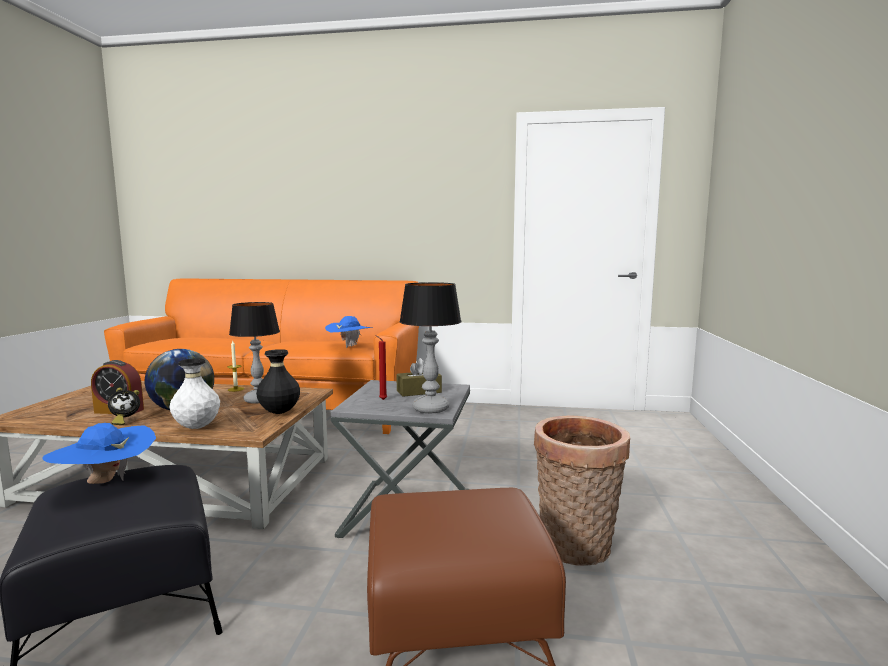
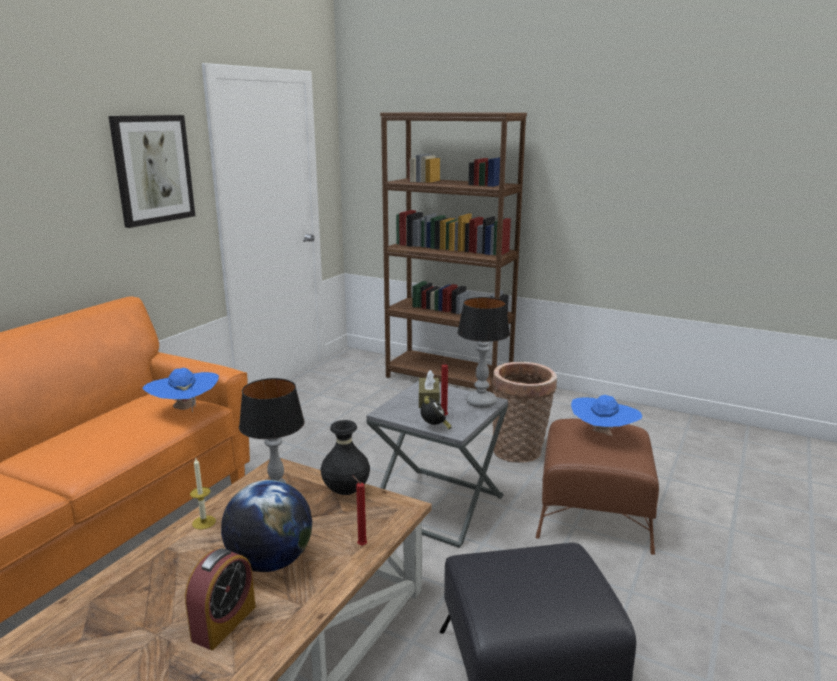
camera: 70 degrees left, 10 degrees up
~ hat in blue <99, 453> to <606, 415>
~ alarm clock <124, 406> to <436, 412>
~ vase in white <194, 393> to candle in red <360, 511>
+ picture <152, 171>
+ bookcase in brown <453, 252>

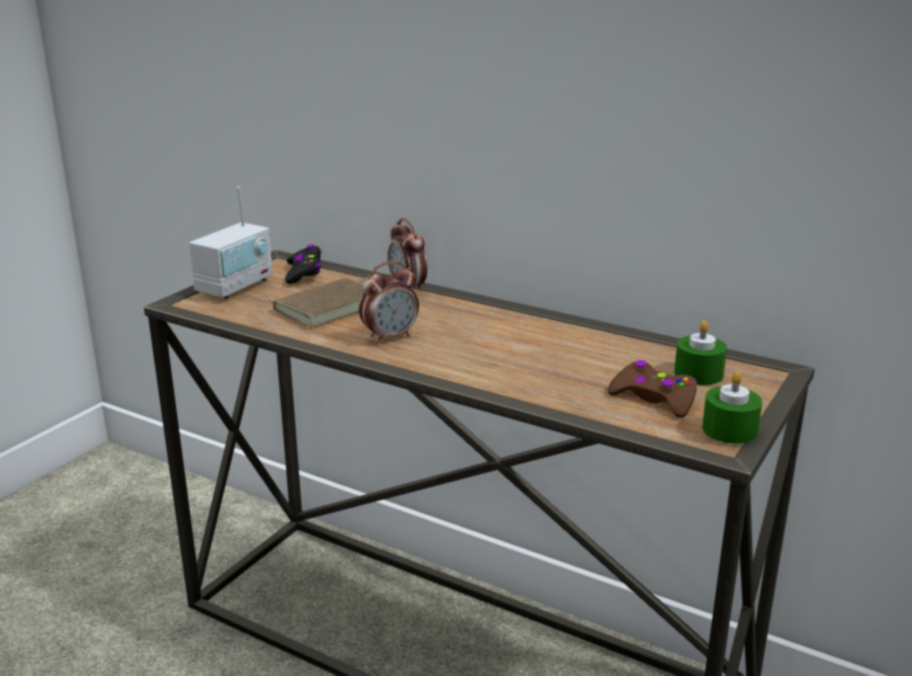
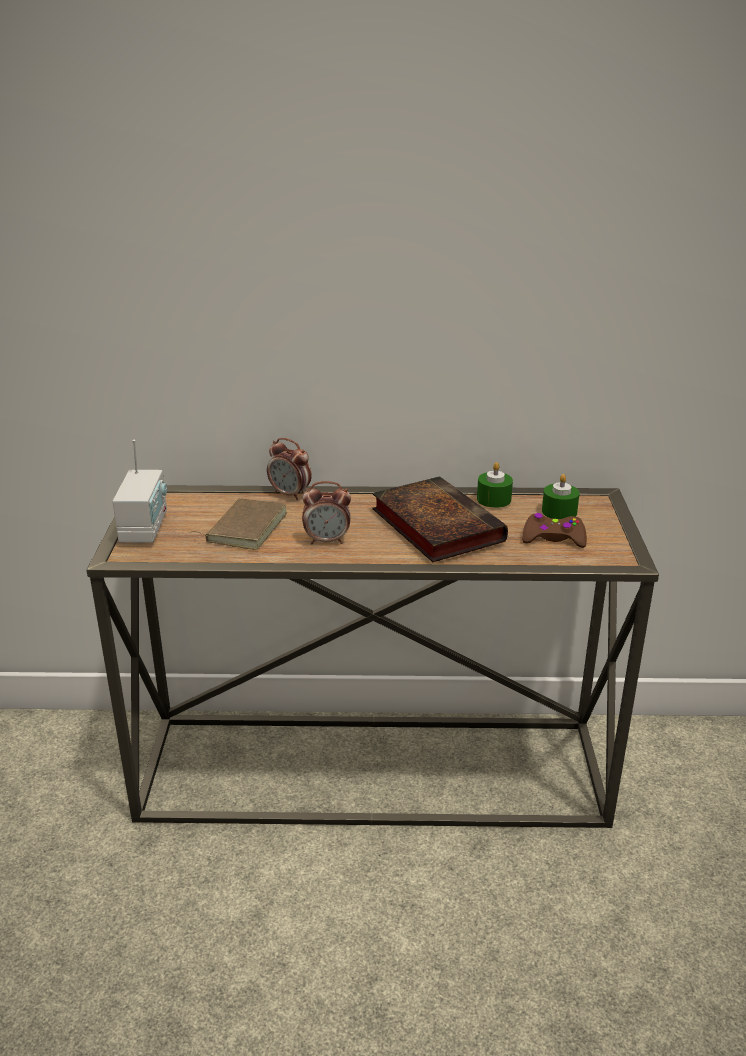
camera: 30 degrees left, 5 degrees up
- game controller in black <303, 264>
~ alarm clock <389, 302> = <326, 512> 60 degrees clockwise
~ candle in green <732, 407> to <495, 485>
+ book <440, 519>

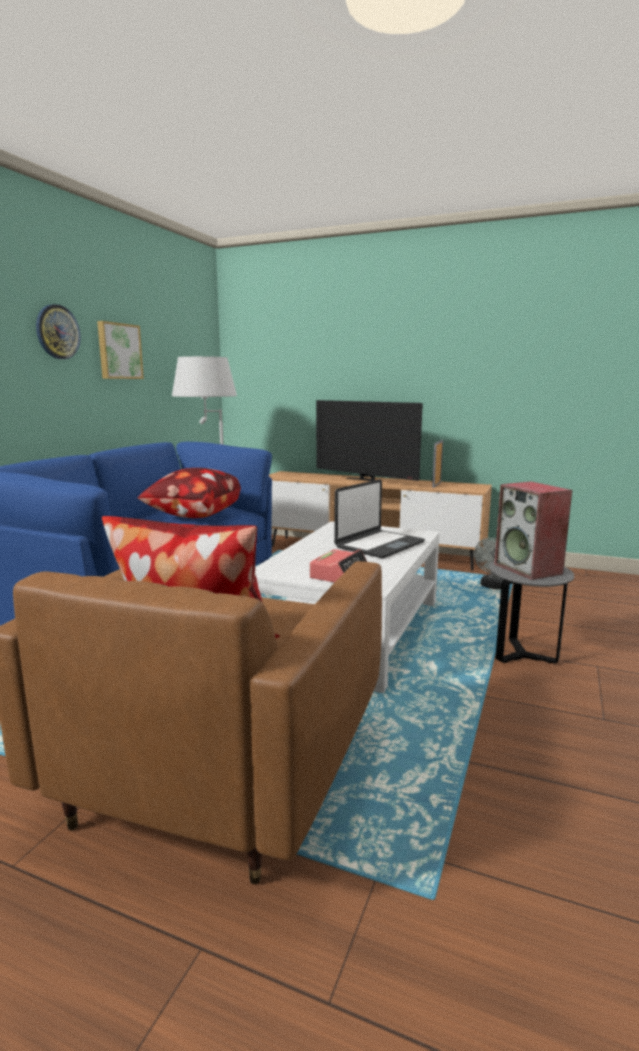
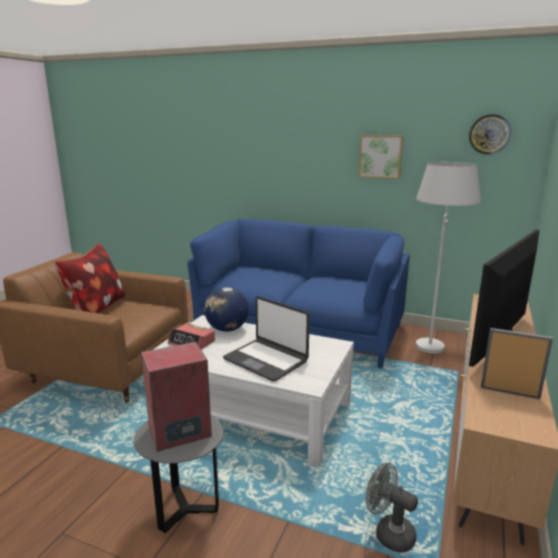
camera: 90 degrees right, 5 degrees up
~ wall clock <58, 331> to <490, 134>
- pillow <189, 493>
+ globe <226, 309>

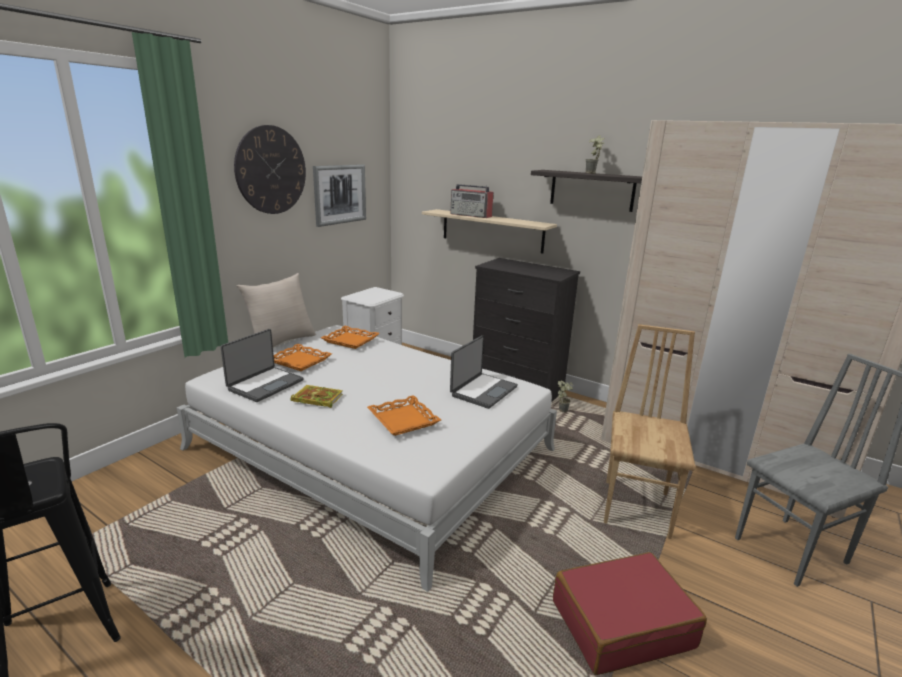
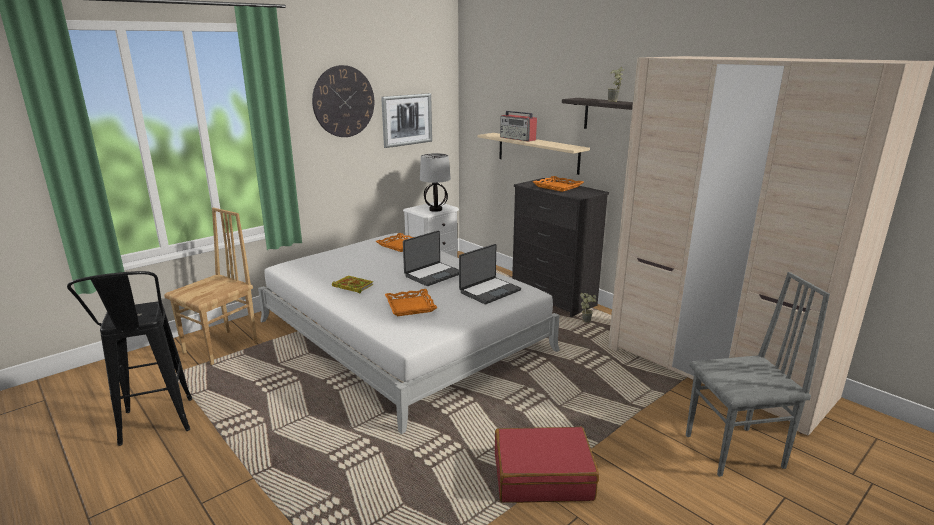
camera: 15 degrees right, 0 degrees up
~ laptop <262, 365> to <431, 258>
- pillow in beige <276, 310>
~ tray in orange <303, 357> to <558, 184>
~ chair in brown <650, 431> to <210, 286>
+ table lamp <435, 182>

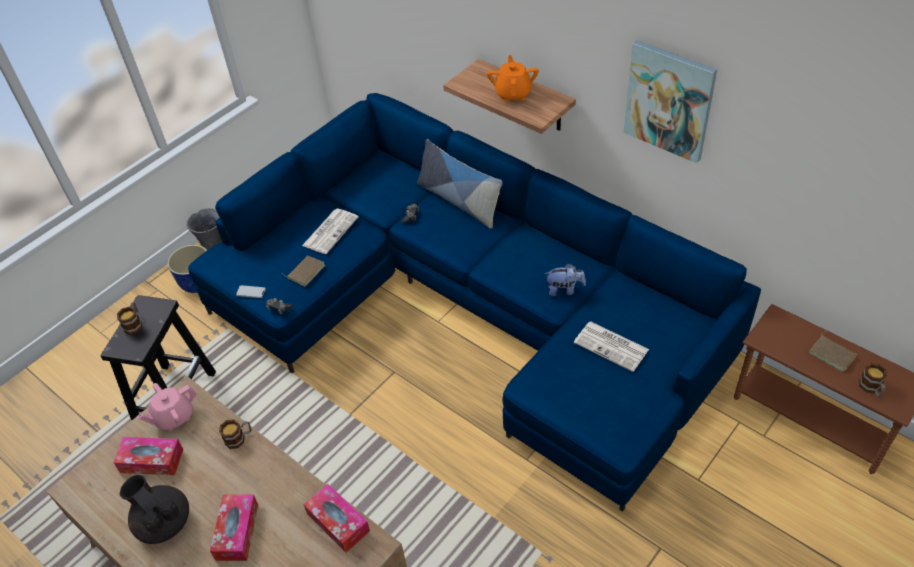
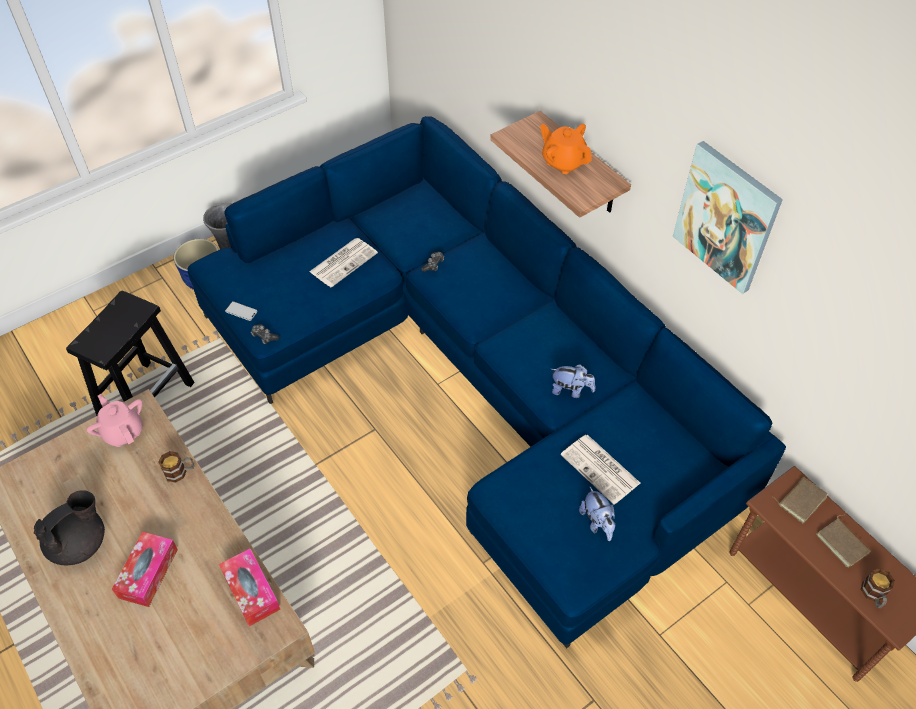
camera: 10 degrees right, 5 degrees up
- tissue box <148, 456>
- mug <129, 318>
~ teapot in black <154, 509> = <69, 527> 75 degrees clockwise
~ teapot in pink <167, 407> = <114, 420> 75 degrees clockwise
~ book in brown <304, 271> to <800, 500>
- pillow <459, 184>
~ teapot in orange <513, 78> = <566, 149> 60 degrees counterclockwise
+ plush toy <597, 514>

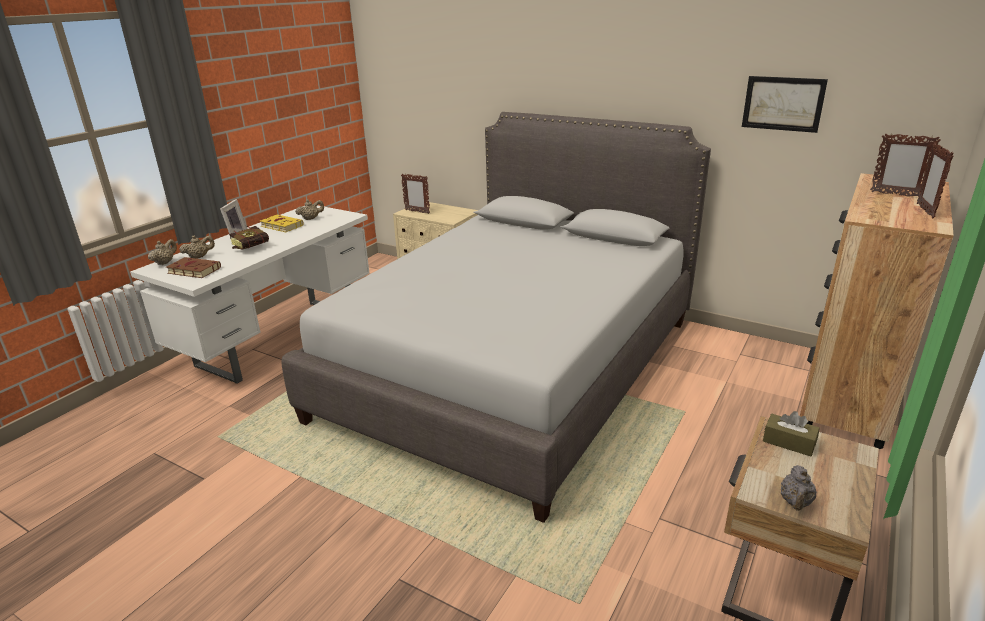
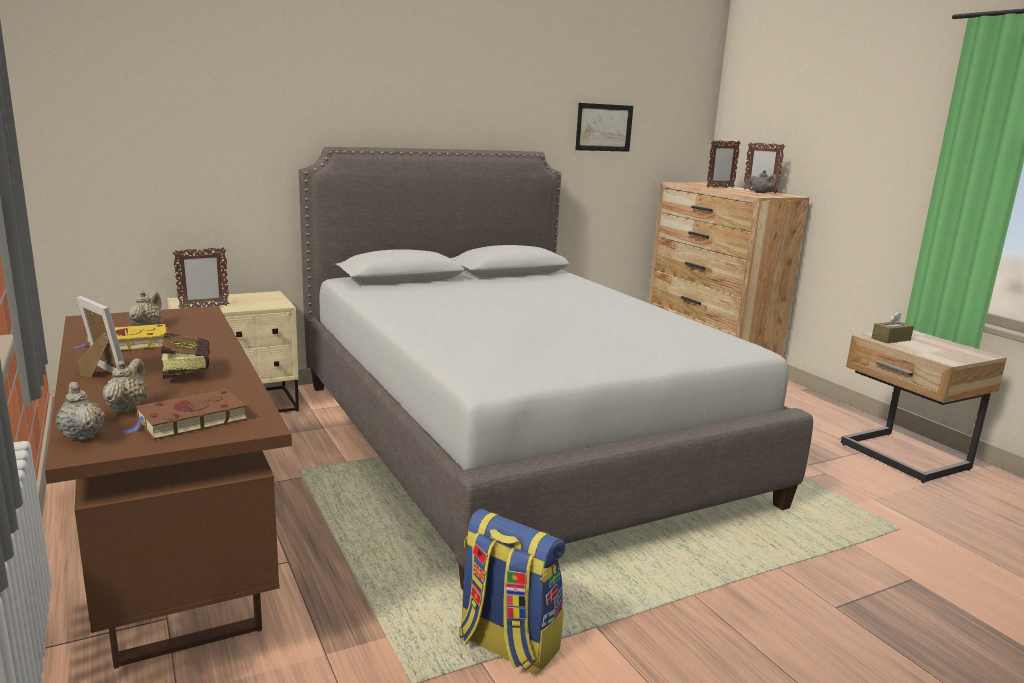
camera: 60 degrees left, 10 degrees down
~ desk in white <250, 294> to desk in brown <168, 487>
~ teapot in grey <798, 488> to <762, 181>
+ backpack <512, 592>

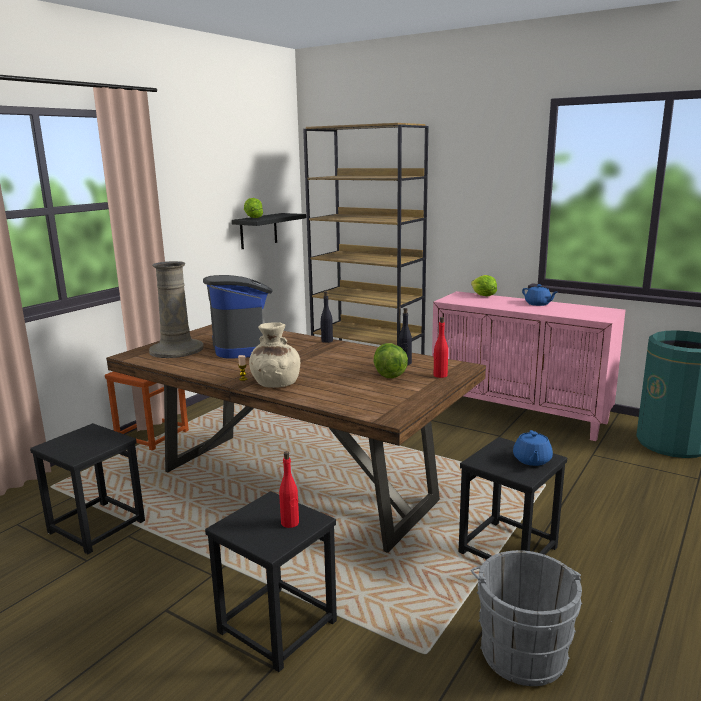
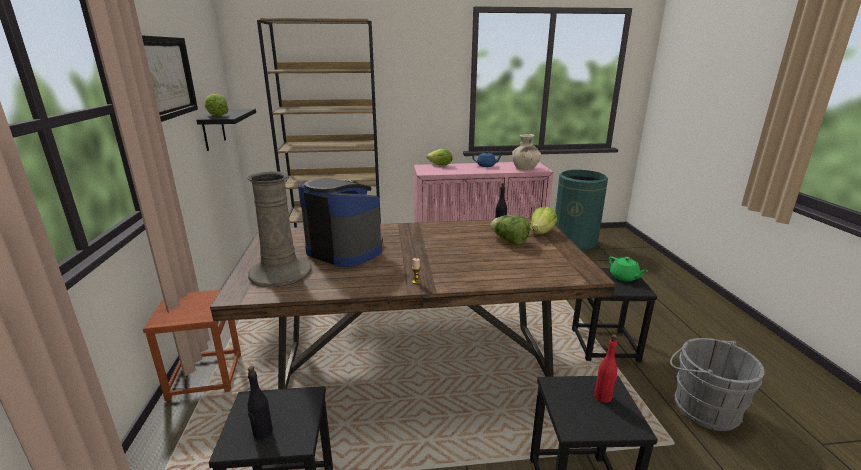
camera: 40 degrees left, 5 degrees up
~ vase in beige <274, 355> to <527, 151>
~ bottle in black <326, 317> to <260, 403>
~ bottle in red <440, 347> to lettuce <543, 220>
~ teapot in blue <533, 448> to teapot in green <628, 268>
+ picture <170, 79>

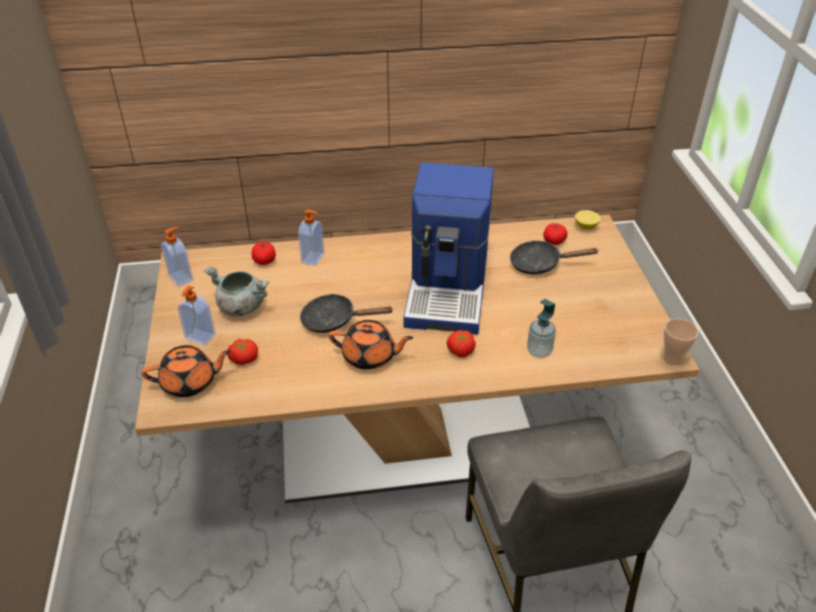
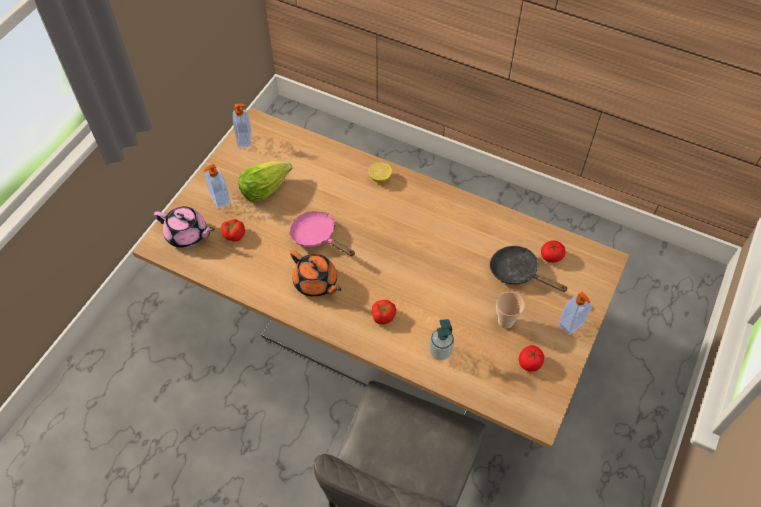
camera: 35 degrees right, 15 degrees up
~ teapot in orange <186, 371> to teapot in pink <184, 227>
~ cooking pot in grey <236, 292> to lettuce <265, 181>
~ tomato <263, 253> to <531, 358>
~ soap dispenser <311, 238> to <575, 313>
~ frying pan in black <347, 313> to frying pan in pink <322, 234>
- coffee machine <448, 248>
~ lemon <587, 220> to <380, 172>
~ cup <681, 342> to <510, 310>

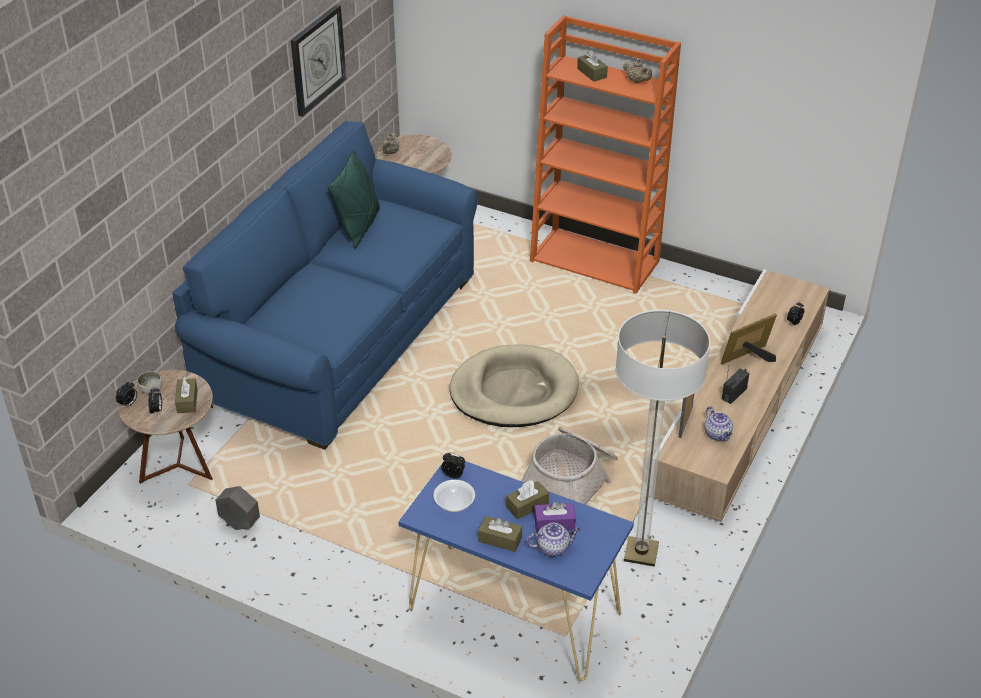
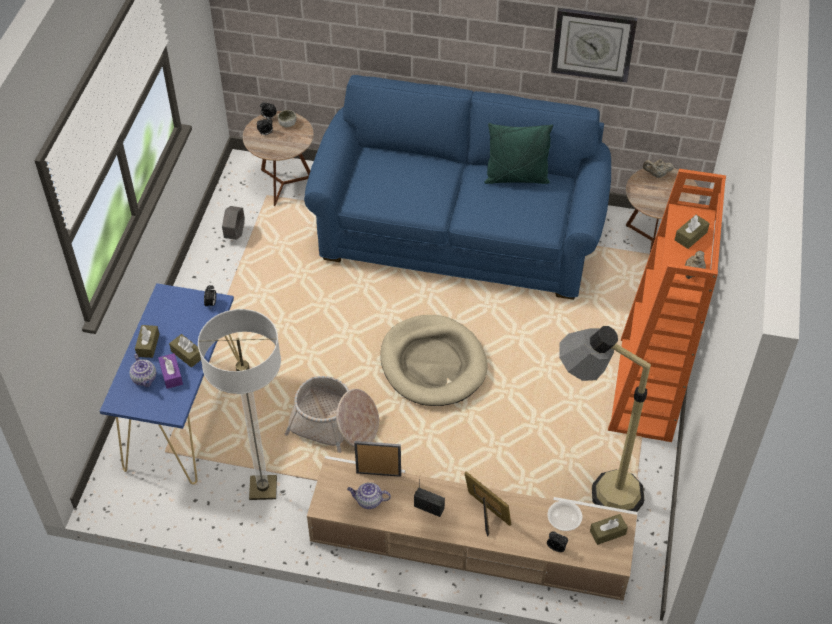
camera: 75 degrees right, 10 degrees up
~ tissue box in brown <186, 395> to <609, 529>
~ bowl <454, 496> to <565, 515>
~ teapot <718, 424> = <369, 495> 45 degrees clockwise
+ floor lamp <605, 419>

